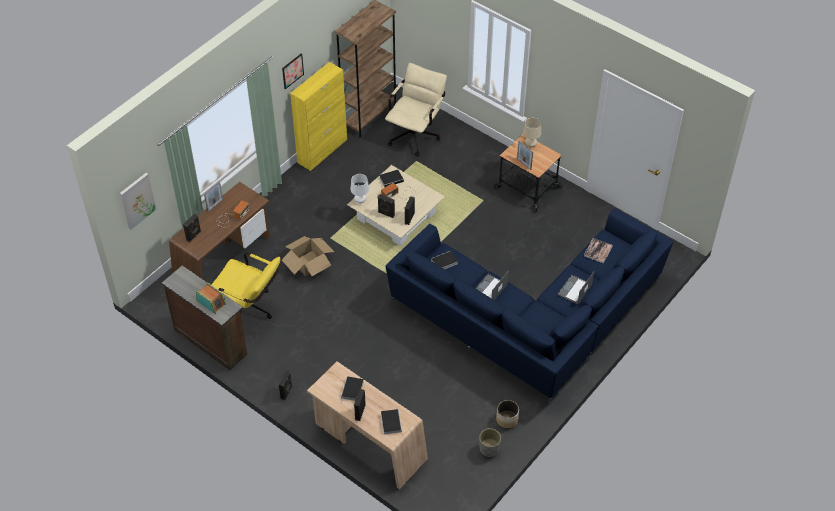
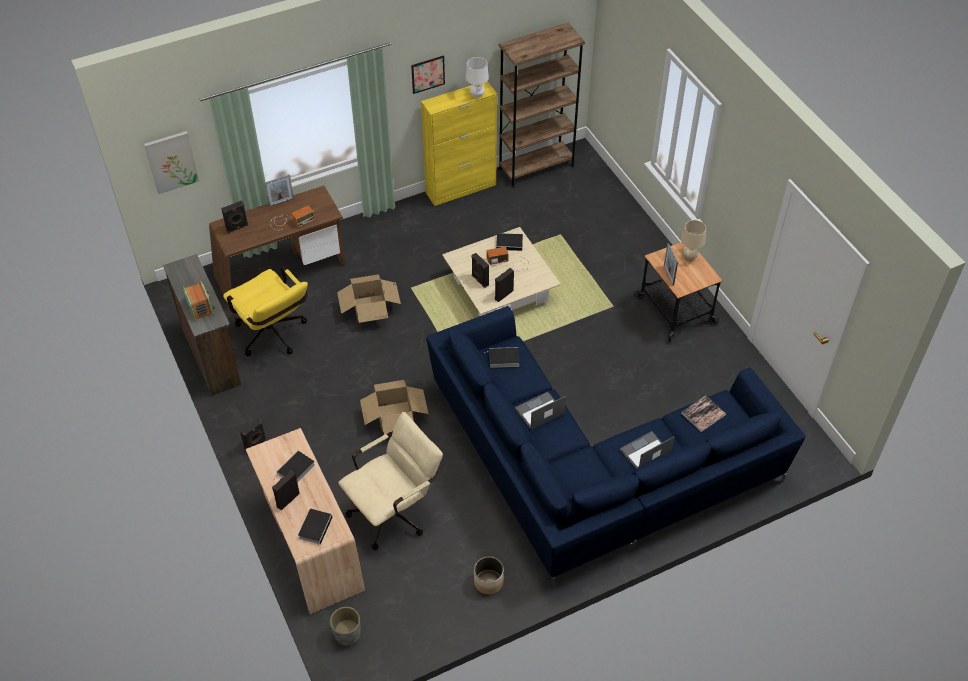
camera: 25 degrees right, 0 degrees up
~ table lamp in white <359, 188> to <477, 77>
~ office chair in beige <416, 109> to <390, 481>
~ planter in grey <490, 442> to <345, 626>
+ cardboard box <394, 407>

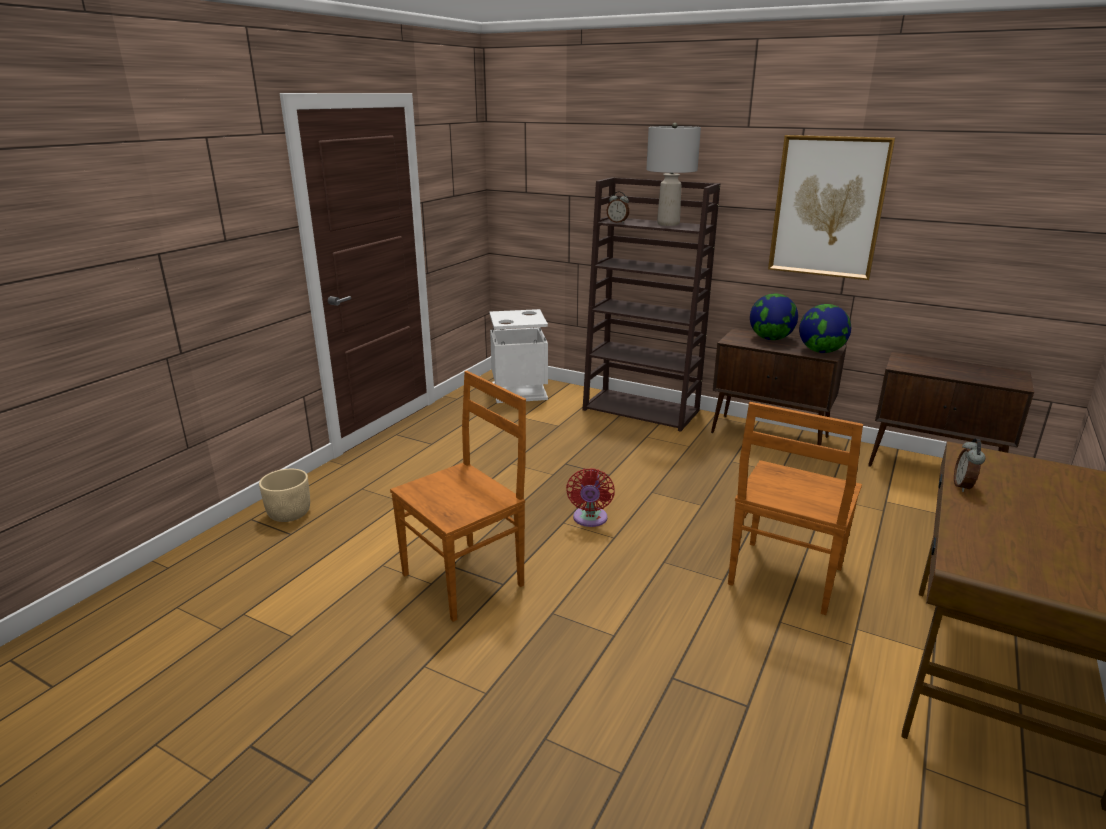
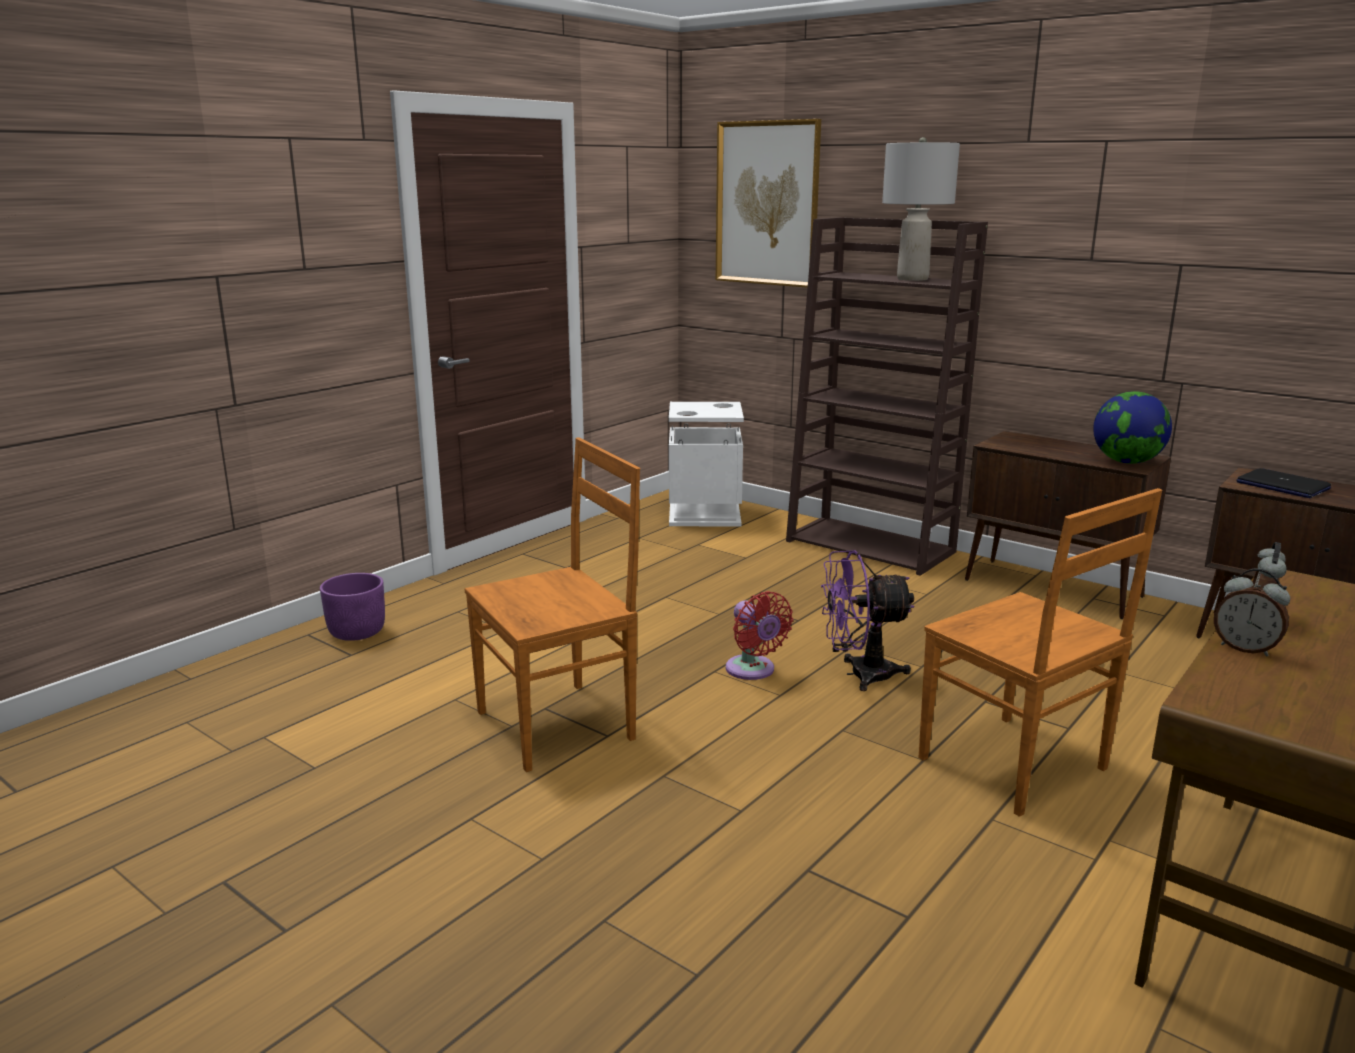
camera: 10 degrees right, 5 degrees down
~ planter in beige <284, 495> to planter in purple <352, 607>
~ fan in red <590, 497> = <759, 635> 45 degrees counterclockwise
~ alarm clock <618, 207> to <1252, 612>
~ chair in brown <795, 508> = <1040, 652> 75 degrees counterclockwise
- globe <774, 316>
~ picture <831, 207> to <768, 203>
+ fan in purple <868, 620>
+ laptop <1283, 483>

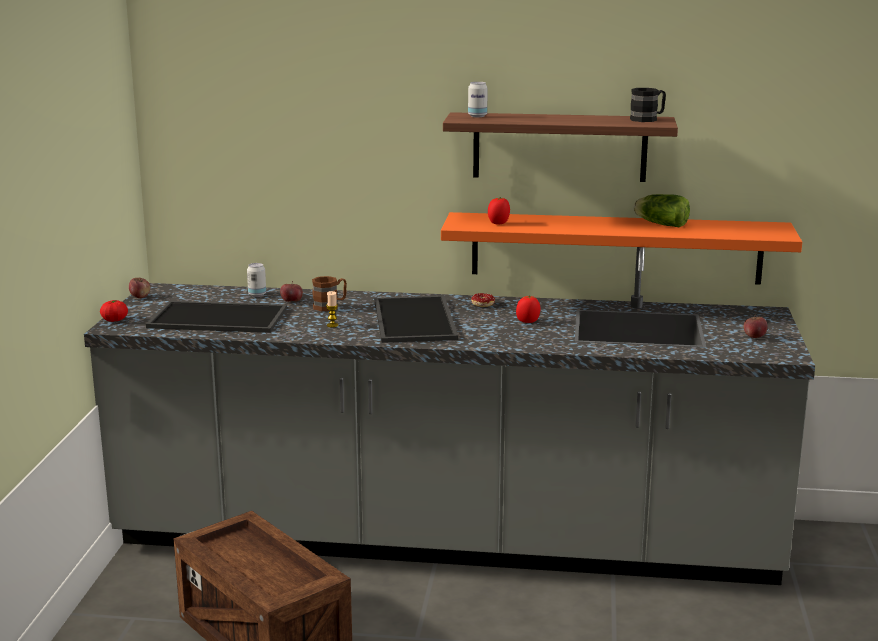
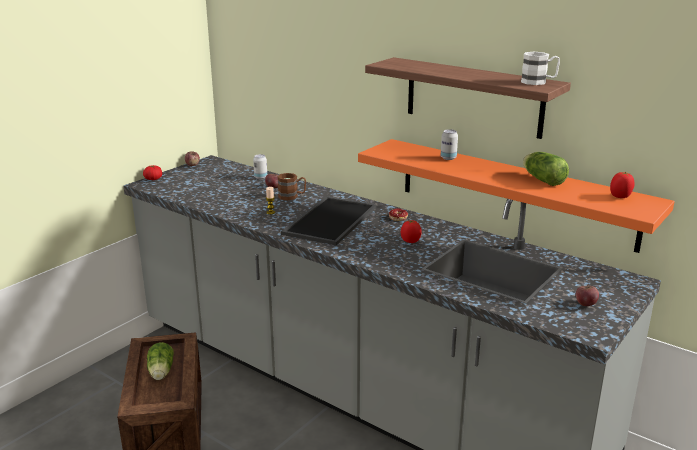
camera: 30 degrees right, 5 degrees up
- tray <216, 317>
~ can <478, 99> to <449, 144>
~ tomato <499, 211> to <622, 185>
~ mug in black <648, 105> to mug in white <540, 68>
+ lettuce <160, 361>

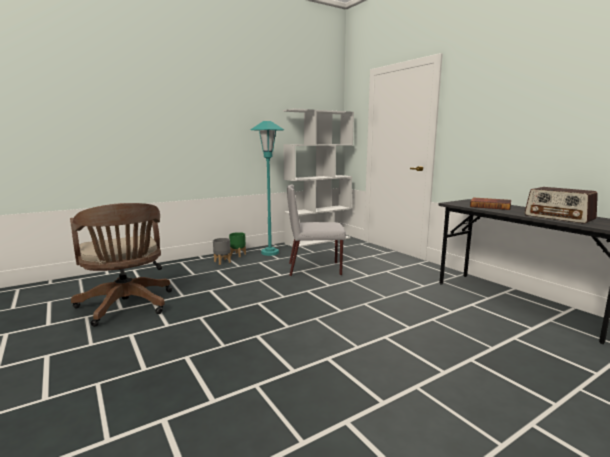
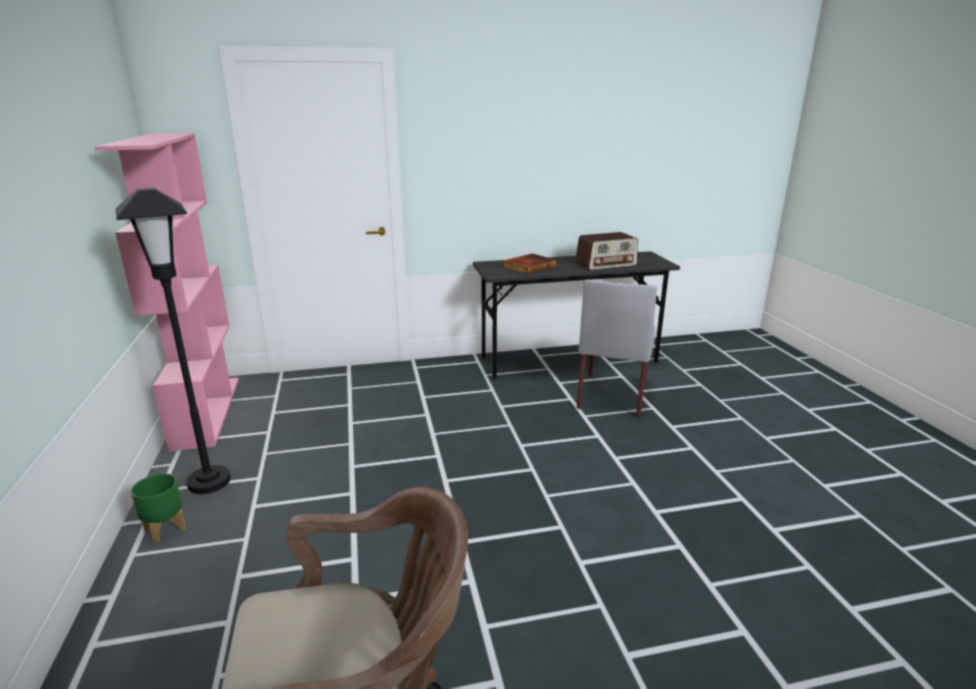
camera: 70 degrees left, 10 degrees up
- planter in grey <222, 251>
~ floor lamp in turquoise <267, 188> to floor lamp in black <173, 341>
~ bookcase in white <318, 178> to bookcase in pink <166, 292>
~ chair in grey <316, 230> to <617, 349>

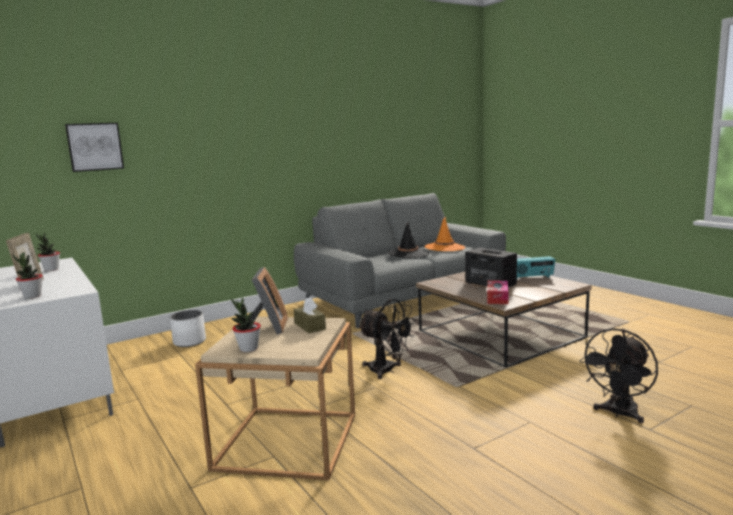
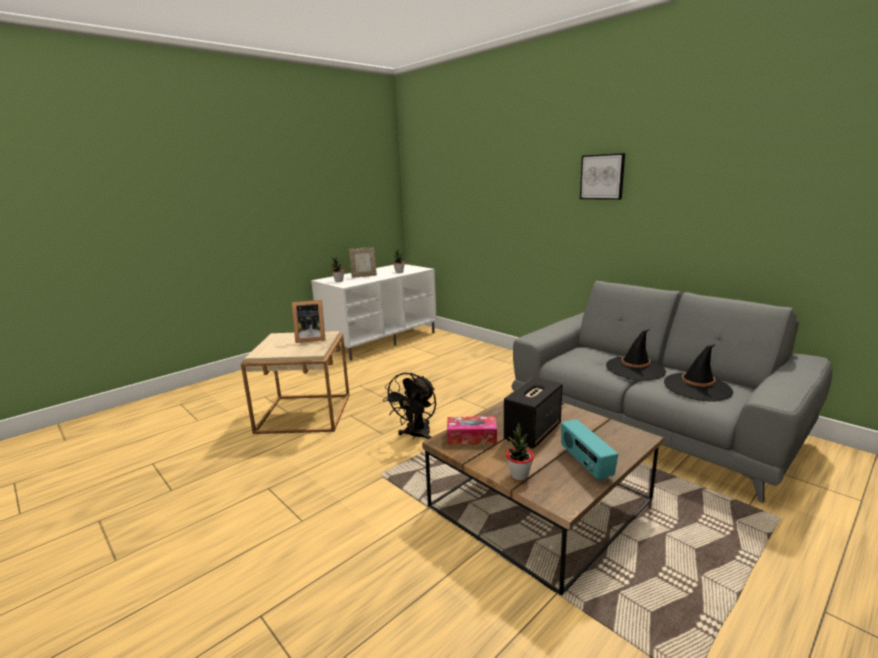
camera: 80 degrees right, 5 degrees up
~ picture <94, 147> to <602, 176>
- planter in white <188, 328>
~ potted plant <246, 325> to <520, 451>
- tissue box in brown <310, 315>
~ hat in orange <444, 234> to hat in black <698, 373>
- fan in black <618, 375>

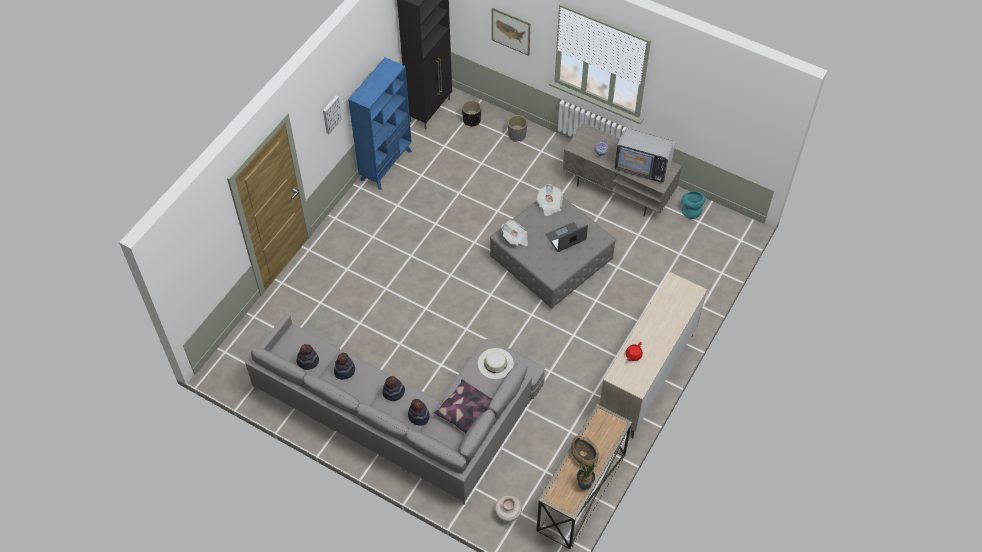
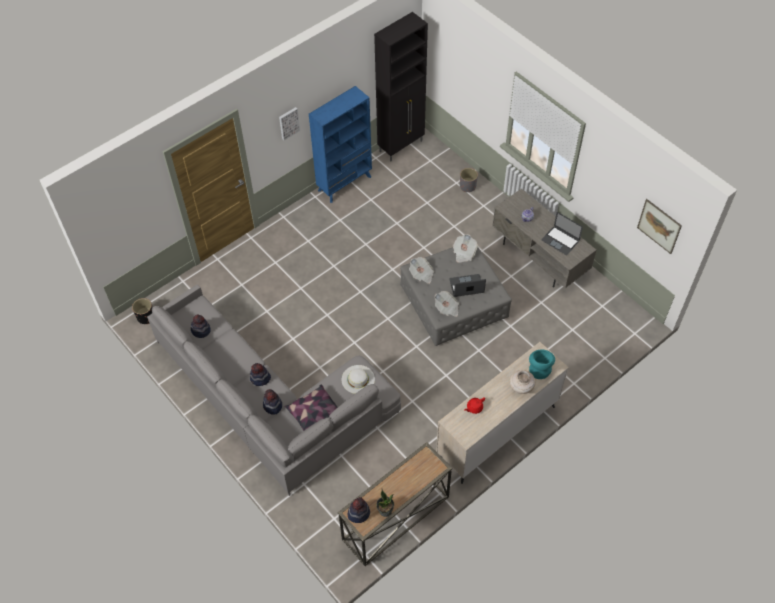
camera: 20 degrees right, 0 degrees up
~ hat <344, 366> to <359, 510>
~ planter in black <471, 113> to <142, 311>
~ picture <511, 32> to <659, 226>
~ vase in beige <508, 508> to <522, 382>
- bowl in brown <585, 451>
~ television <645, 155> to laptop <562, 233>
~ vase in turquoise <693, 205> to <542, 364>
+ newspaper <446, 304>

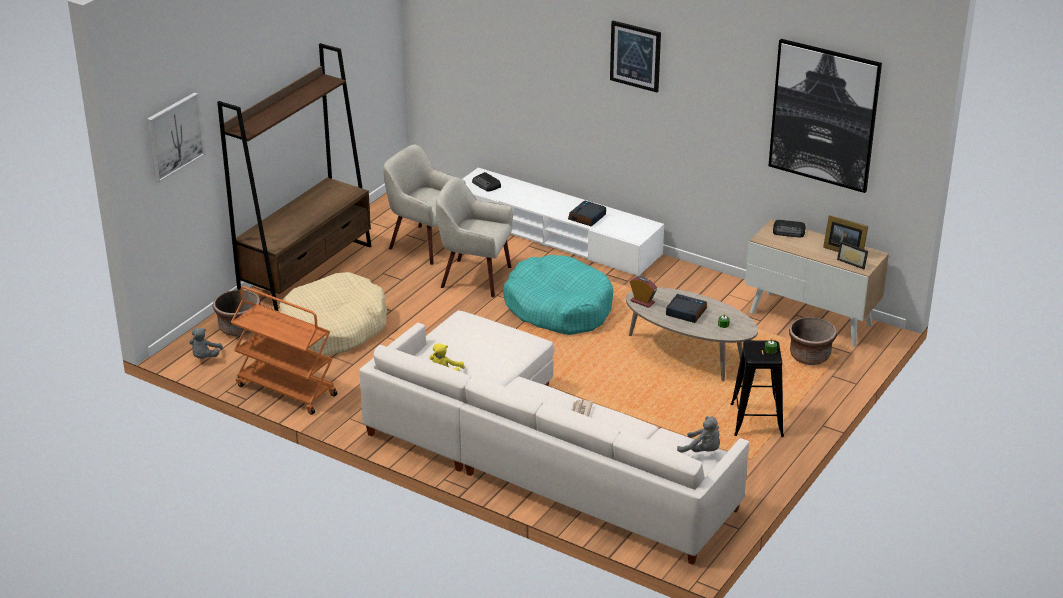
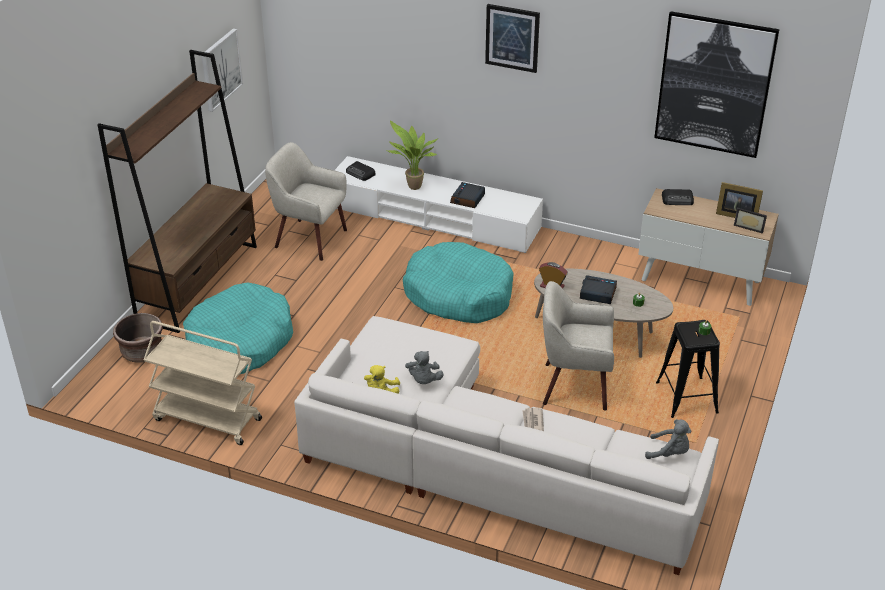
camera: 10 degrees left, 5 degrees up
~ picture <176, 137> to <222, 70>
~ plush toy in grey <206, 343> to <424, 367>
~ cart in orange <284, 350> to cart in beige <203, 383>
~ dog bed in beige <333, 314> to dog bed in turquoise <238, 329>
~ armchair in beige <474, 237> to <578, 346>
- planter in brown <813, 341>
+ potted plant <412, 155>

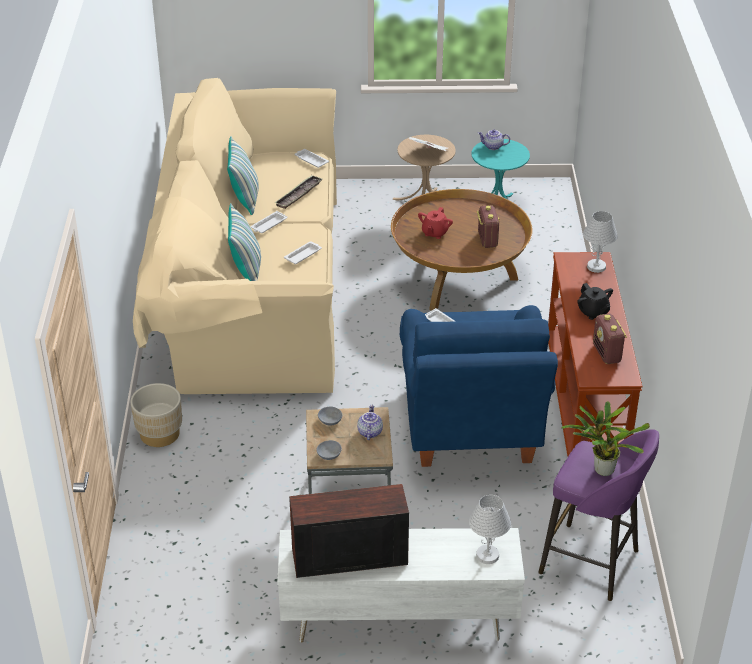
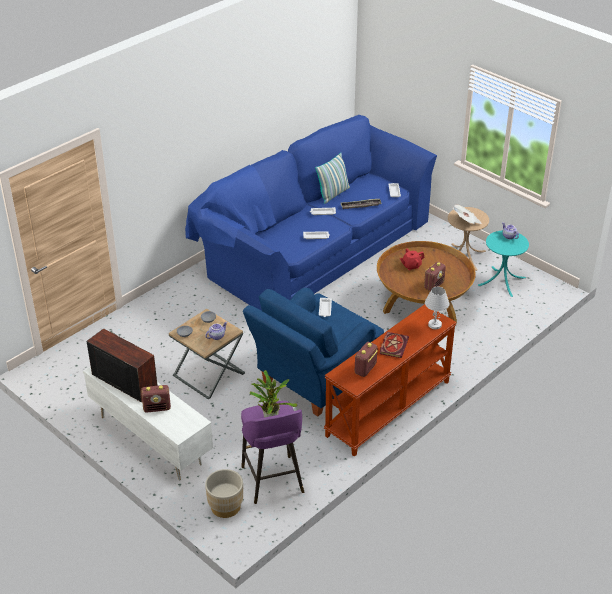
camera: 45 degrees right, 0 degrees up
~ planter in beige <156, 415> to <224, 493>
~ sofa in beige <235, 236> to sofa in blue <311, 213>
- pillow <244, 242>
- table lamp in white <490, 529>
~ teapot in black <595, 301> to book <394, 345>
+ radio <156, 399>

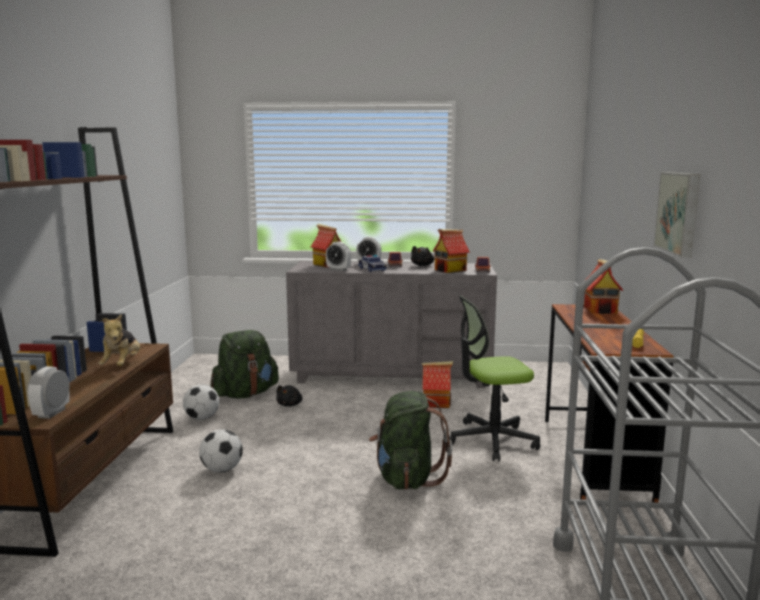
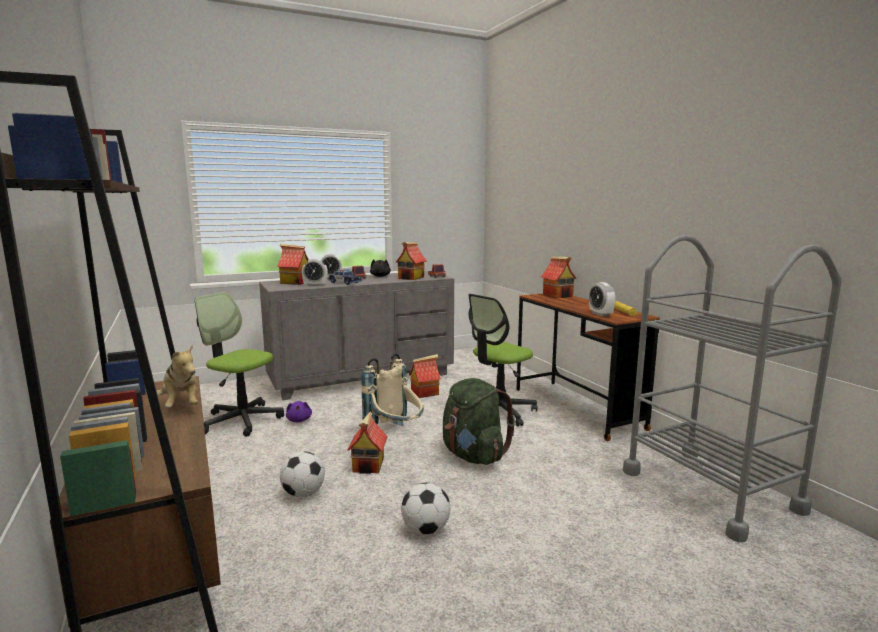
camera: 30 degrees left, 0 degrees up
~ alarm clock <48, 392> to <602, 299>
~ football <201, 402> to <425, 509>
~ backpack in green <245, 364> to office chair <239, 364>
~ plush toy in black <289, 395> to plush toy in purple <299, 411>
- picture <677, 214>
+ toy house <367, 442>
+ backpack in beige <392, 389>

